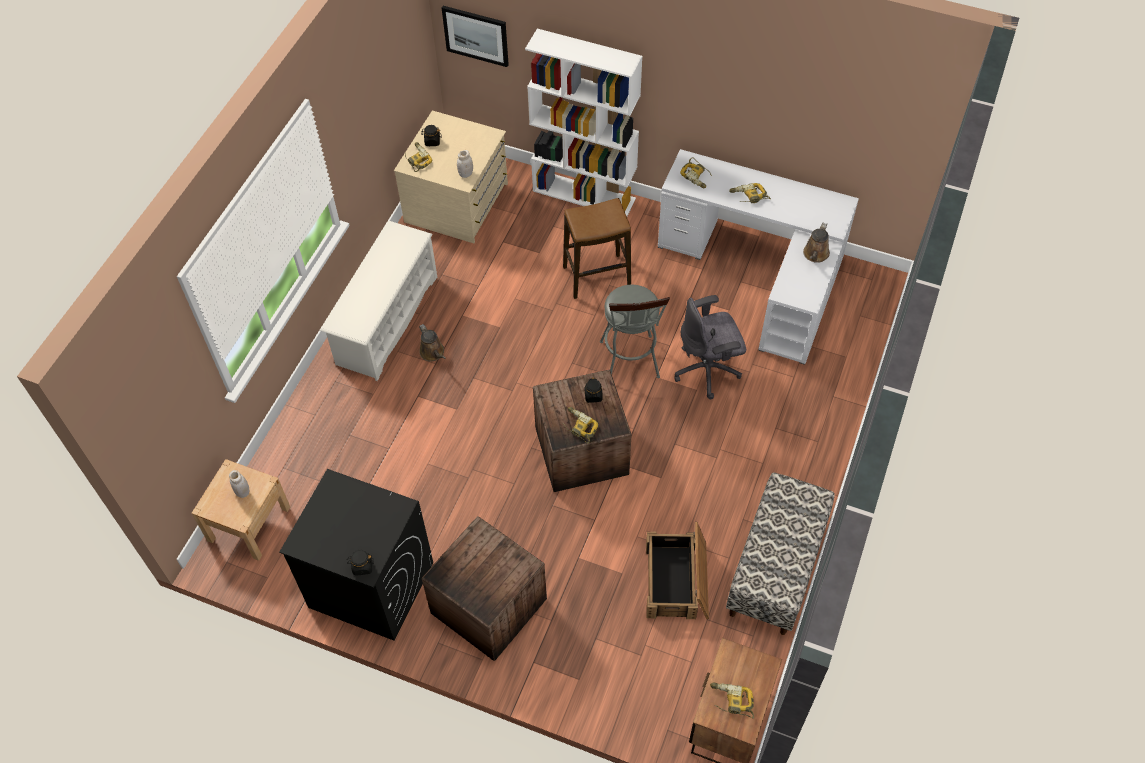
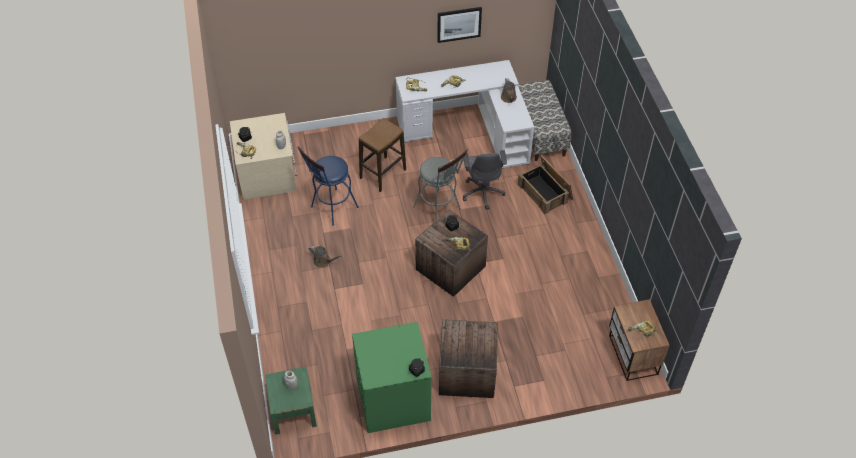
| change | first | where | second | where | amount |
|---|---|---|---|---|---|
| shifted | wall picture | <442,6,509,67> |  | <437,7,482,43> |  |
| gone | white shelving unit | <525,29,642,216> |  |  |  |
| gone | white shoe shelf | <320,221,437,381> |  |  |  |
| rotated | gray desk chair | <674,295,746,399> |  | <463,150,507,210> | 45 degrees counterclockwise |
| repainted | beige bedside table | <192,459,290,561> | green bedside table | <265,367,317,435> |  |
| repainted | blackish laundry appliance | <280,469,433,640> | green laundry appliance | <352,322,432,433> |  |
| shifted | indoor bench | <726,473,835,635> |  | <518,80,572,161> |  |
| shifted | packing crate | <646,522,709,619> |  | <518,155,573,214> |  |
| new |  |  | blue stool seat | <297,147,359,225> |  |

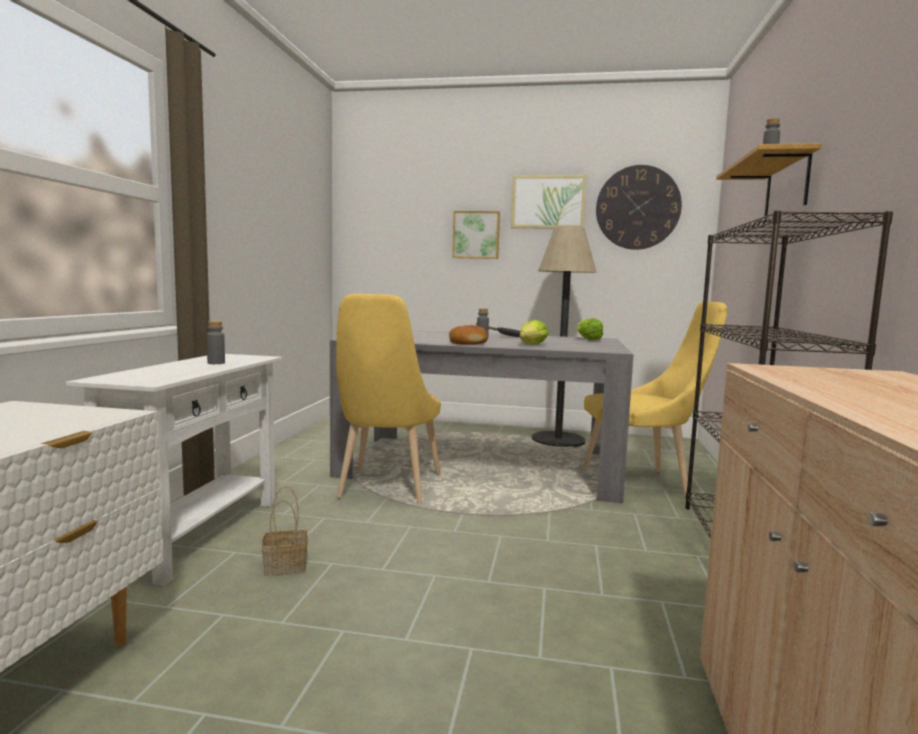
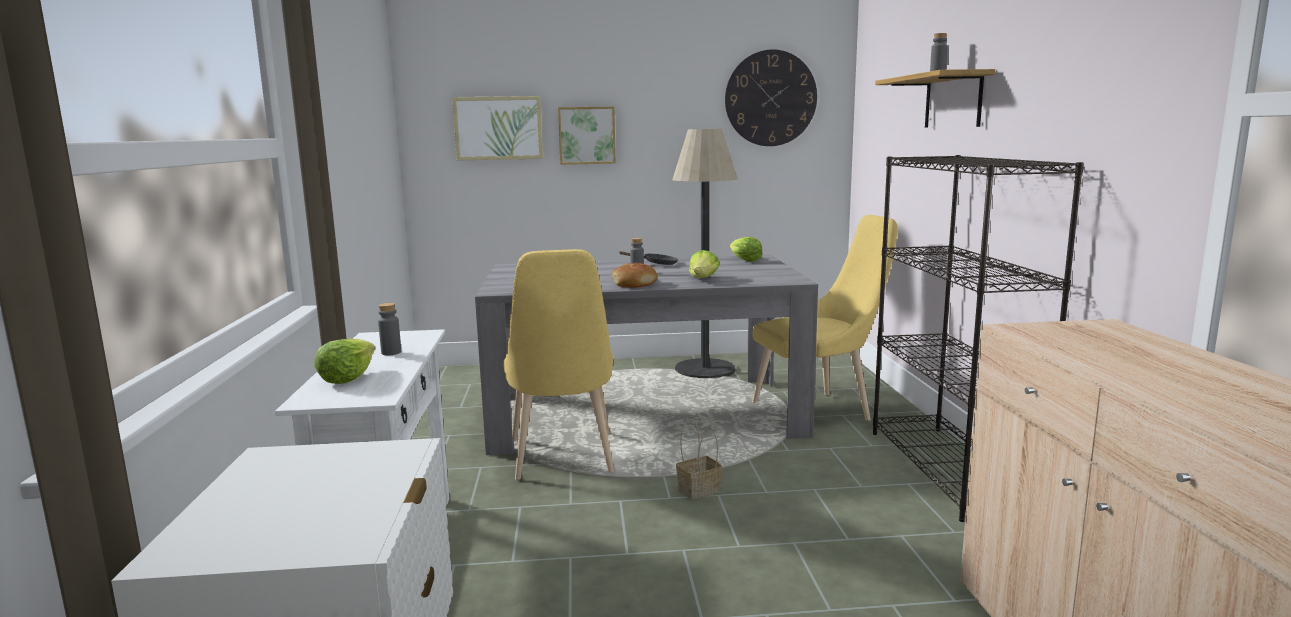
| change | first | where | second | where | amount |
|---|---|---|---|---|---|
| shifted | wall picture | <511,175,586,229> |  | <452,96,543,161> |  |
| shifted | basket | <262,486,308,576> |  | <676,419,722,500> |  |
| new |  |  | lettuce head | <314,339,375,384> |  |

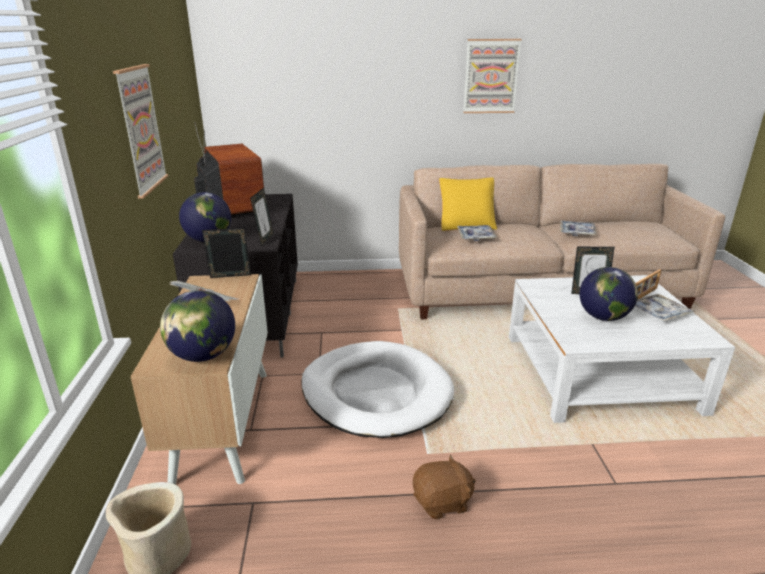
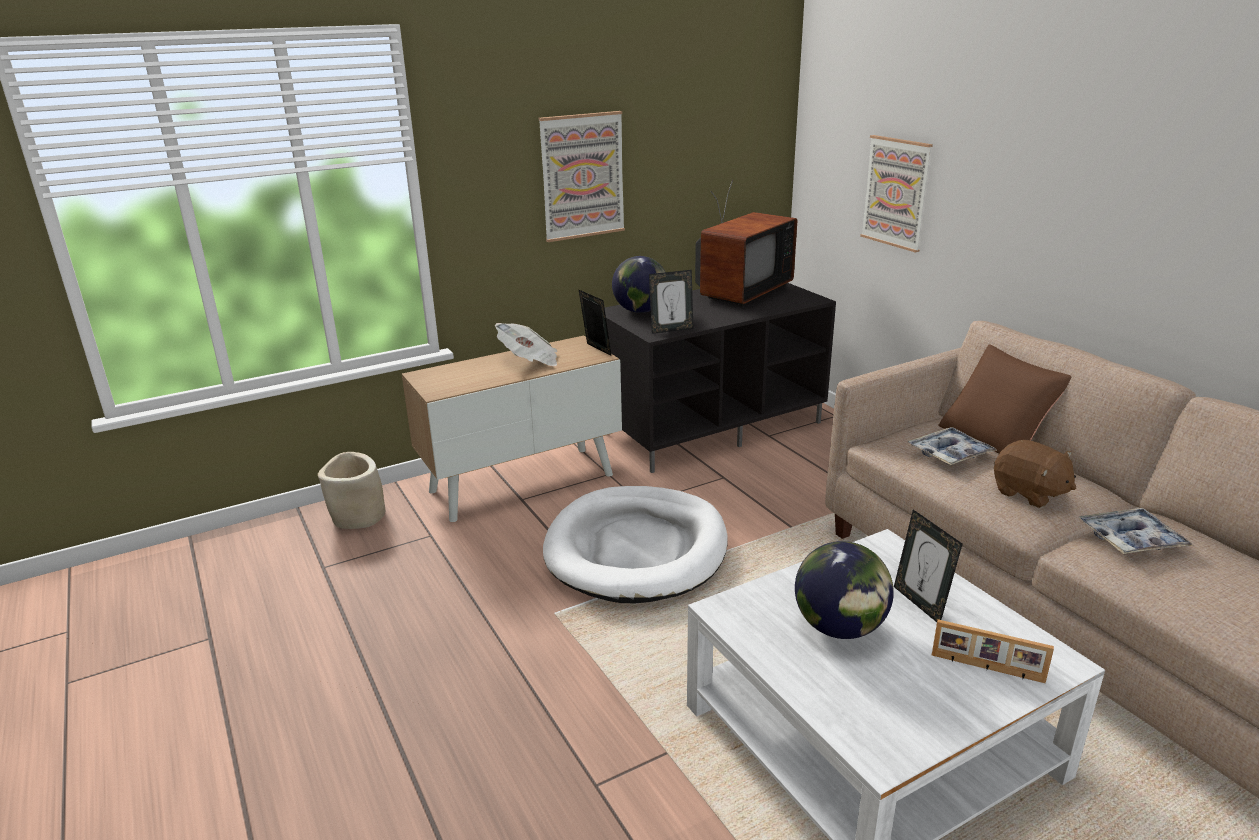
| change | first | where | second | where | amount |
|---|---|---|---|---|---|
| shifted | wall picture | <463,39,522,113> |  | <860,135,933,252> |  |
| repainted | yellowish pillow | <439,177,497,231> | brown pillow | <939,344,1071,454> |  |
| gone | world globe | <160,290,235,362> |  |  |  |
| gone | serving tray | <635,294,693,321> |  |  |  |
| shifted | brown plush toy | <413,454,476,520> |  | <994,440,1076,508> |  |

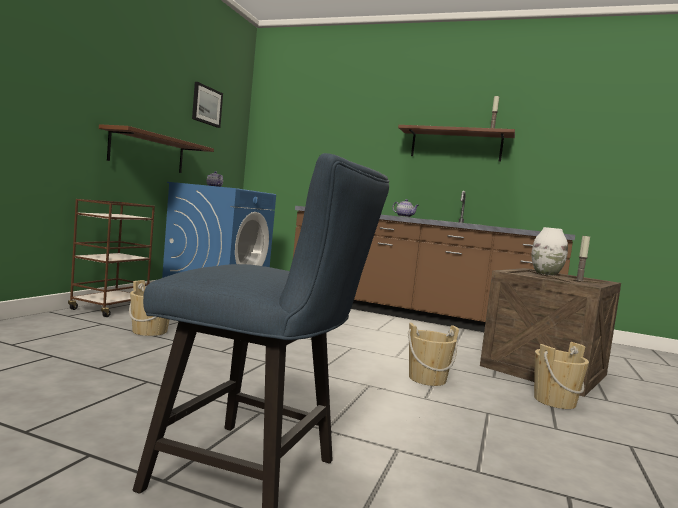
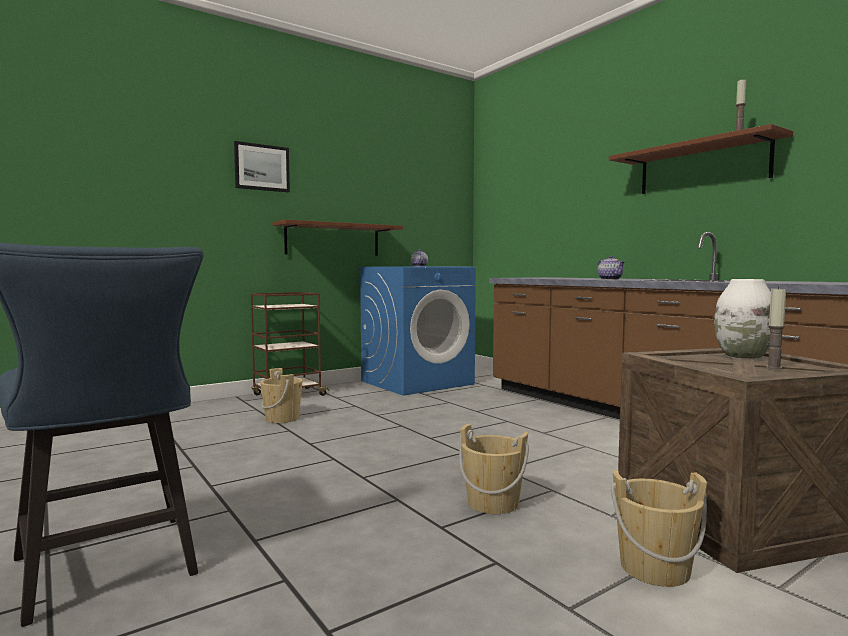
| change | first | where | second | where | amount |
|---|---|---|---|---|---|
| shifted | wall picture | <192,82,223,128> |  | <234,141,290,192> |  |

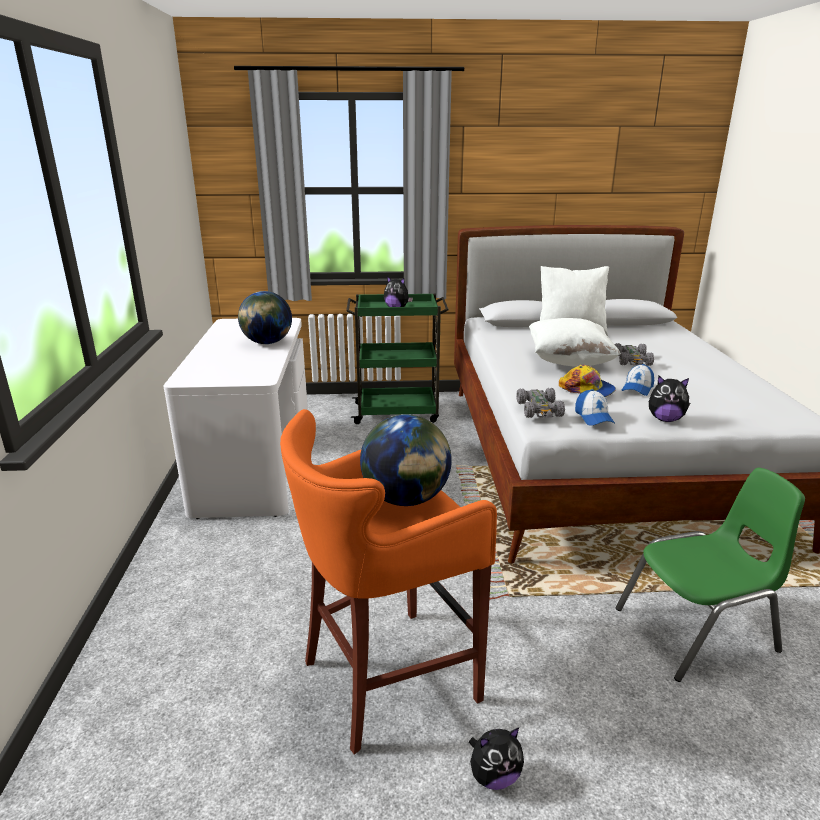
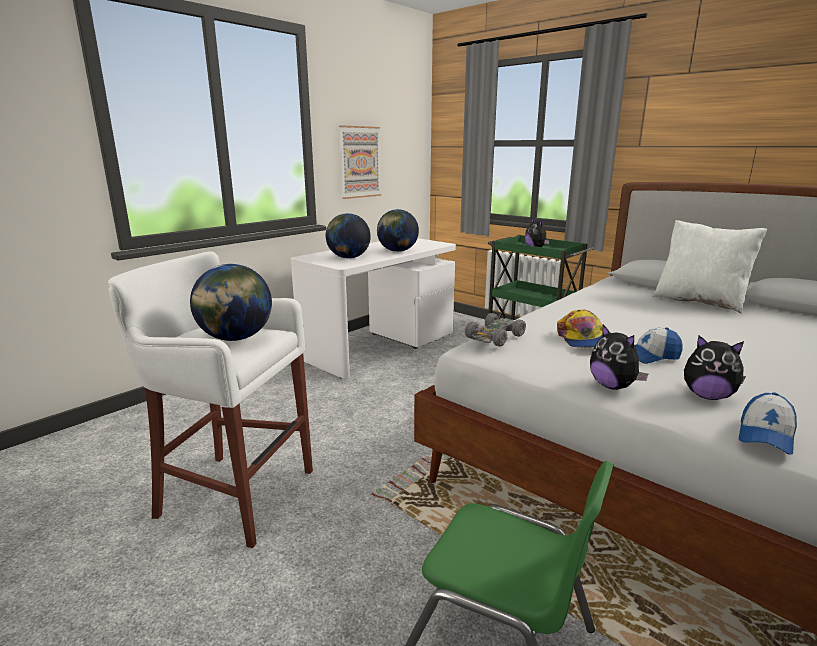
| change | first | where | second | where | amount |
|---|---|---|---|---|---|
| gone | white pillow | <529,318,621,366> |  |  |  |
| gone | gray toy car | <614,343,654,366> |  |  |  |
| shifted | baseball cap | <575,389,615,426> |  | <738,392,797,455> |  |
| repainted | orangey stool seat | <280,409,497,755> | white stool seat | <108,251,313,548> |  |
| shifted | plush toy | <469,727,524,790> |  | <684,335,746,400> |  |
| new |  |  | wall picture | <339,125,381,199> |  |
| new |  |  | world globe | <326,213,371,259> |  |

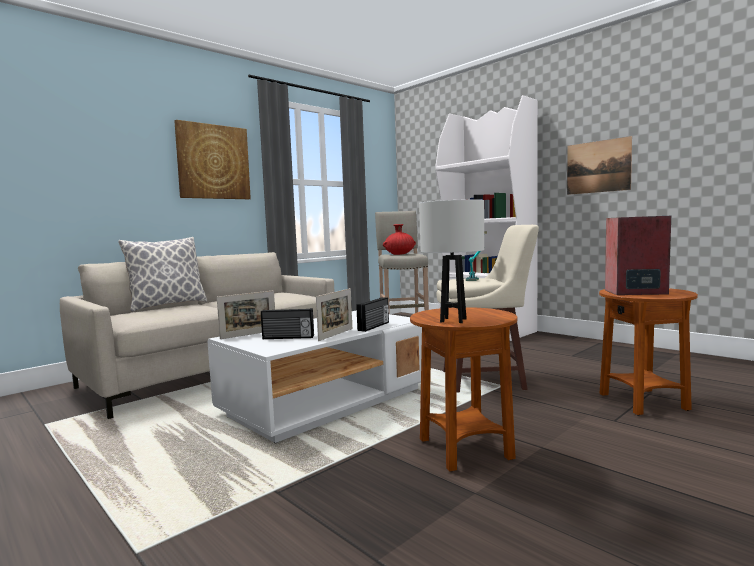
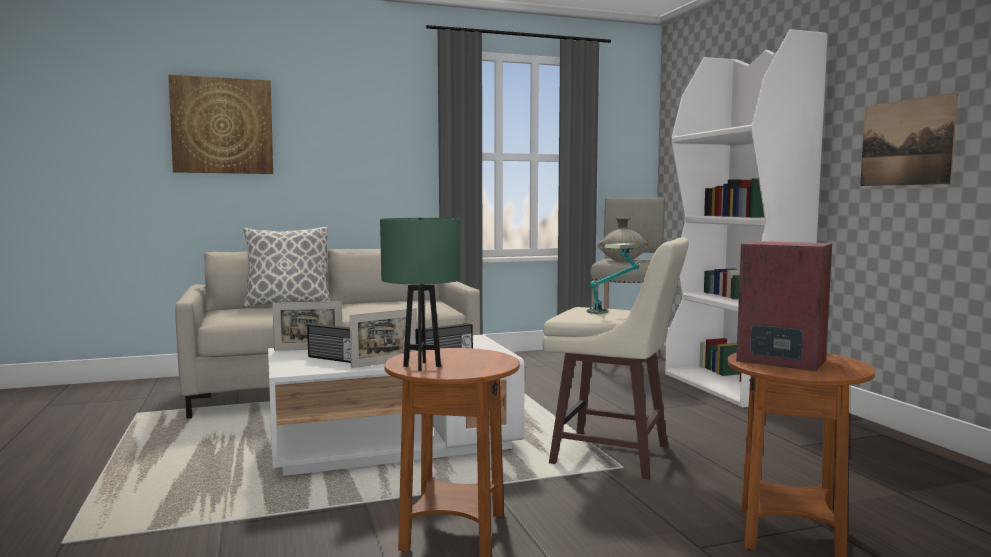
| change | first | where | second | where | amount |
|---|---|---|---|---|---|
| shifted | wall picture | <174,120,251,199> |  | <169,75,273,174> |  |
| repainted | white table lamp | <419,199,484,323> | green table lamp | <380,218,460,371> |  |
| repainted | red-coloured flower vase | <383,224,416,255> | beige flower vase | <598,217,649,261> |  |

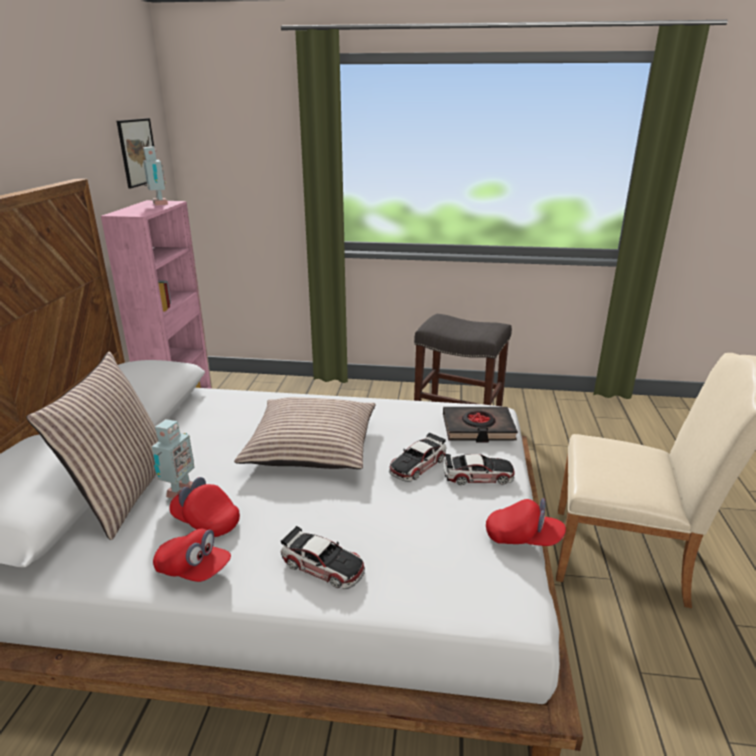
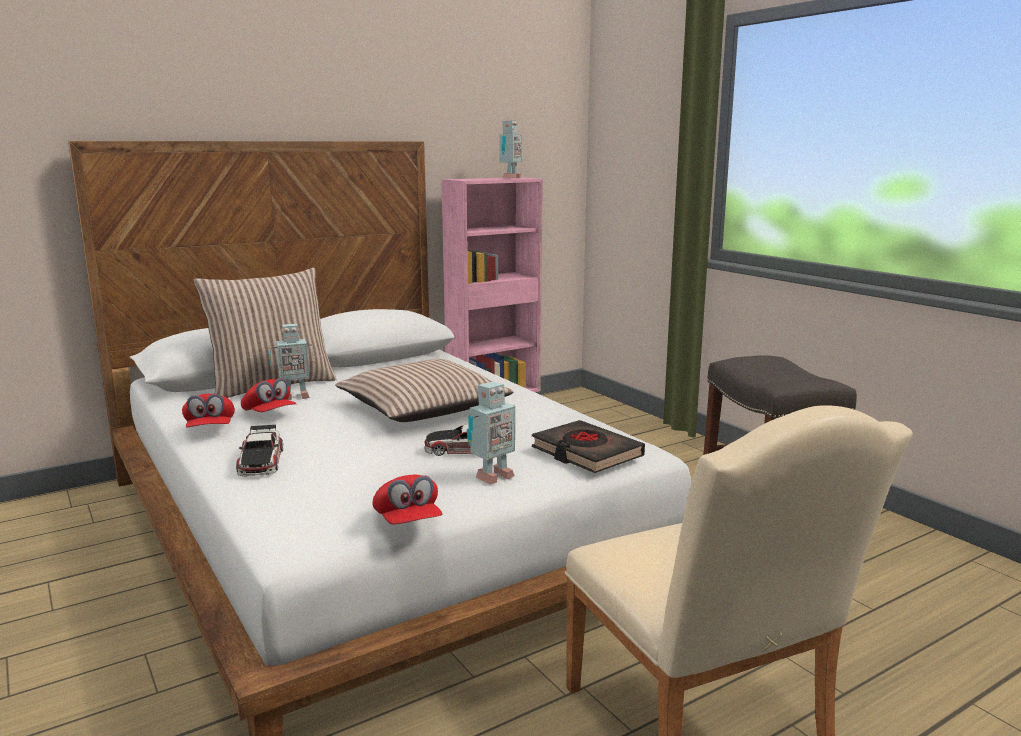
| change | first | where | second | where | amount |
|---|---|---|---|---|---|
| gone | wall picture | <117,118,154,188> |  |  |  |
| swapped | toy car | <443,454,515,485> | robot figure | <467,381,515,485> |  |
| rotated | red-coloured baseball cap | <169,477,240,537> |  | <241,378,297,412> | 150 degrees clockwise |

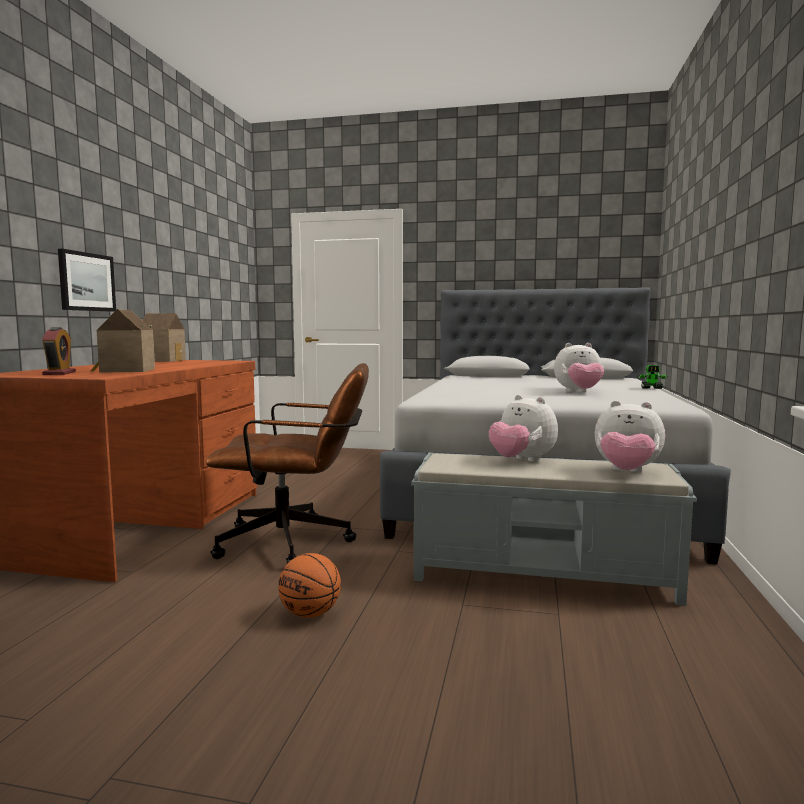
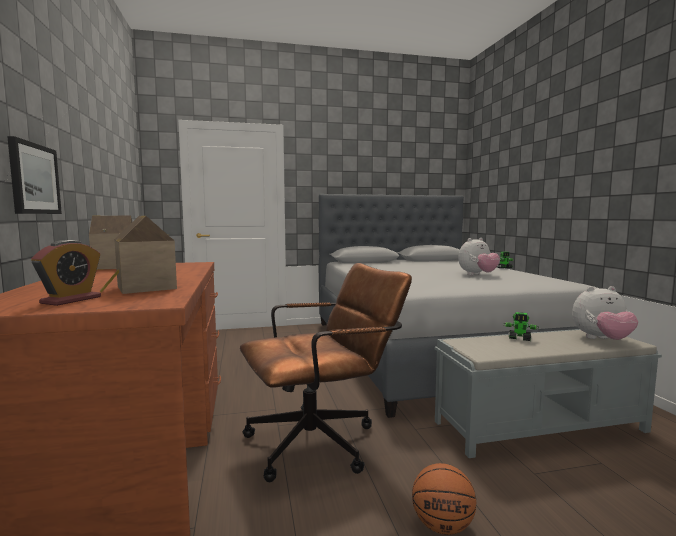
| change | first | where | second | where | amount |
|---|---|---|---|---|---|
| rotated | table clock | <42,327,76,375> |  | <31,240,101,306> | 60 degrees clockwise |
| swapped | plush toy | <489,395,558,462> | robot figure | <503,312,539,341> |  |

